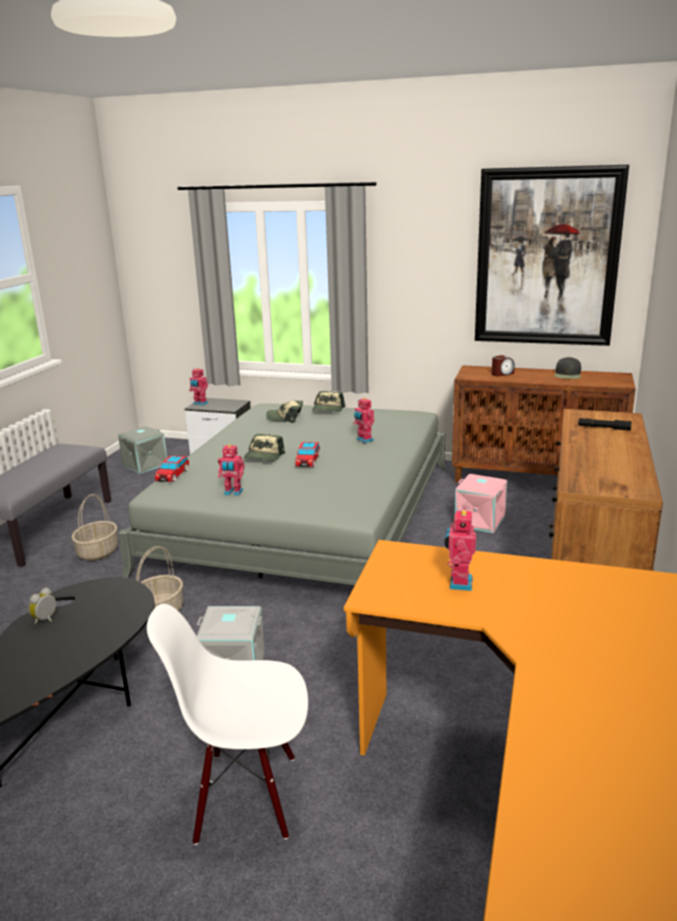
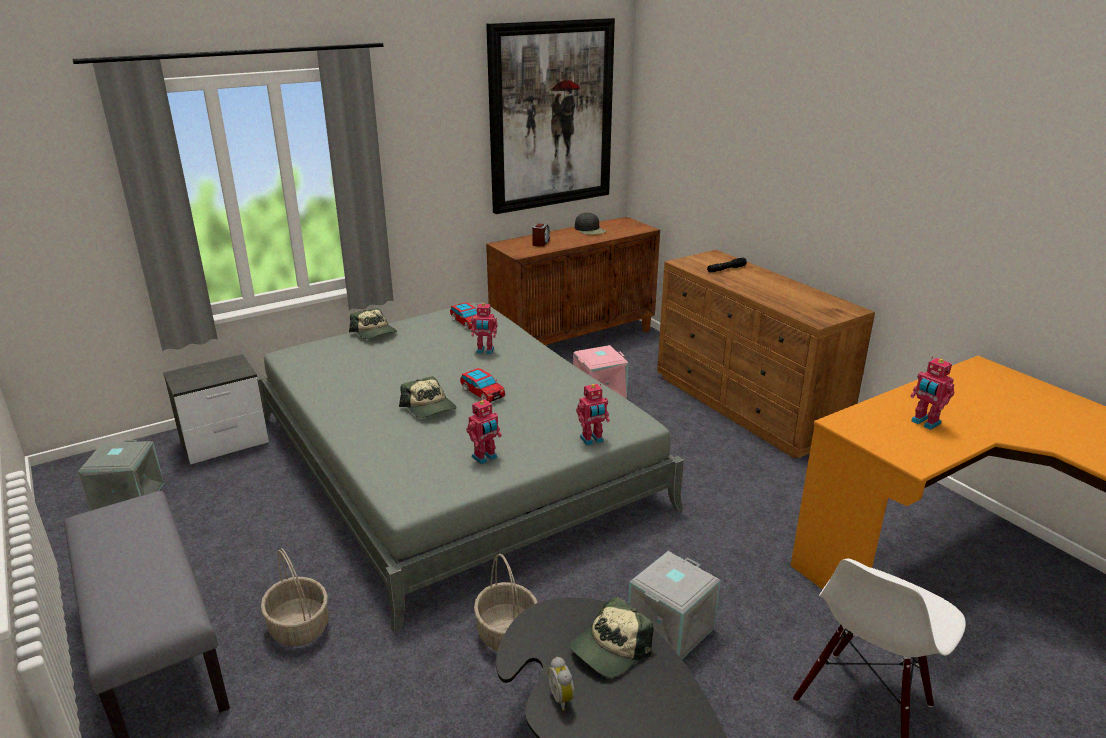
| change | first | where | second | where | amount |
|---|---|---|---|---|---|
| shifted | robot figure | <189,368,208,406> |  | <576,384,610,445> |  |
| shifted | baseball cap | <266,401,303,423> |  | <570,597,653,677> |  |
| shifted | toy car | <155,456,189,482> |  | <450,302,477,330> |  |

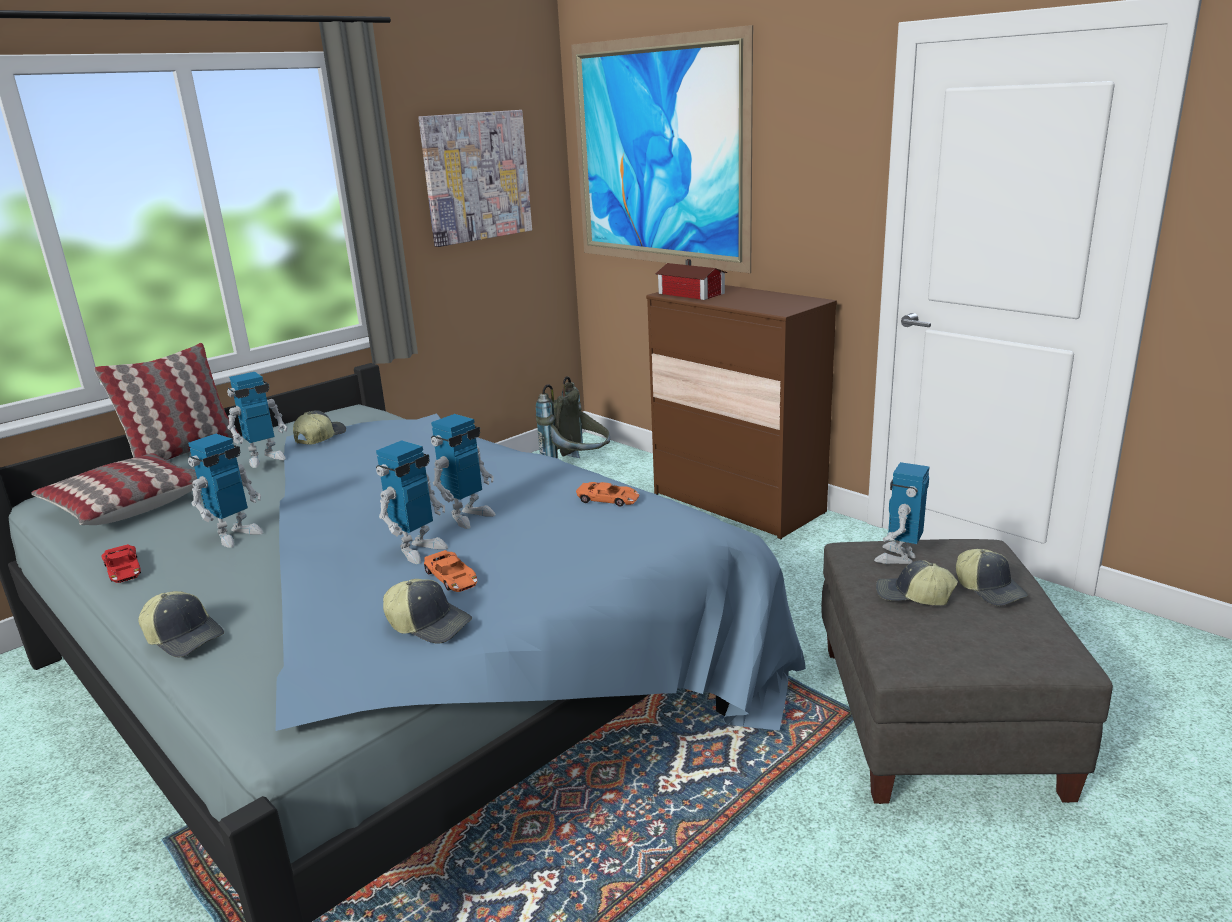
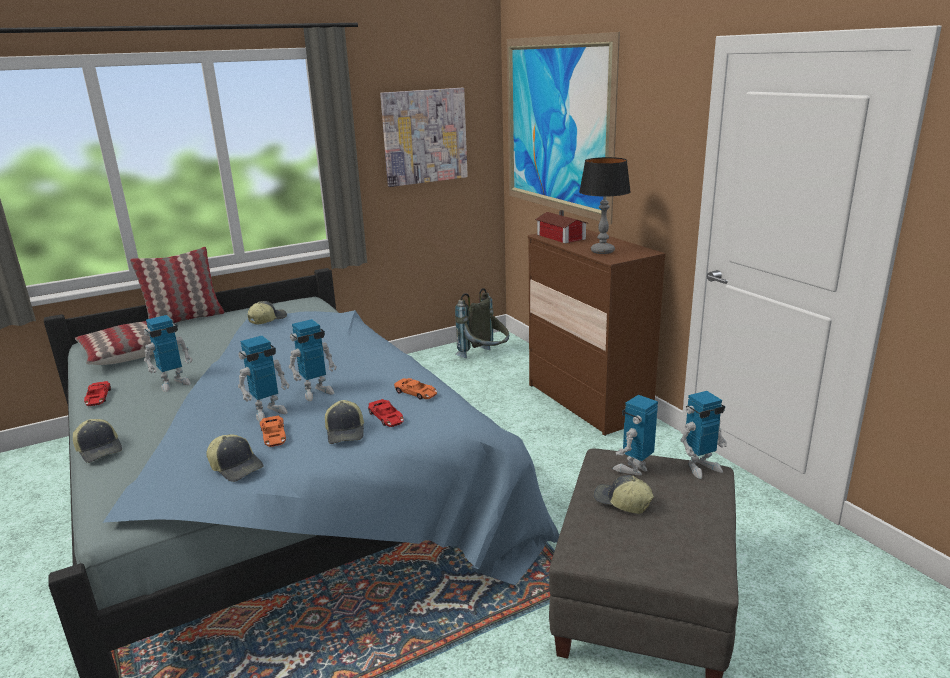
| change | first | where | second | where | amount |
|---|---|---|---|---|---|
| shifted | robot figure | <227,372,288,468> |  | <680,391,727,479> |  |
| shifted | baseball cap | <956,549,1028,606> |  | <325,400,364,444> |  |
| new |  |  | table lamp | <579,157,631,254> |  |
| new |  |  | red-coloured toy car | <368,399,404,427> |  |

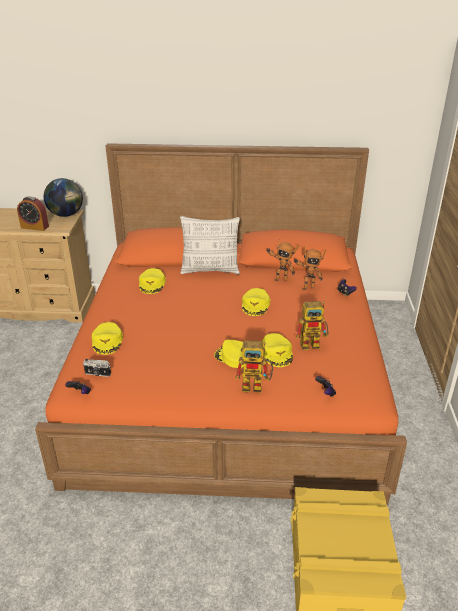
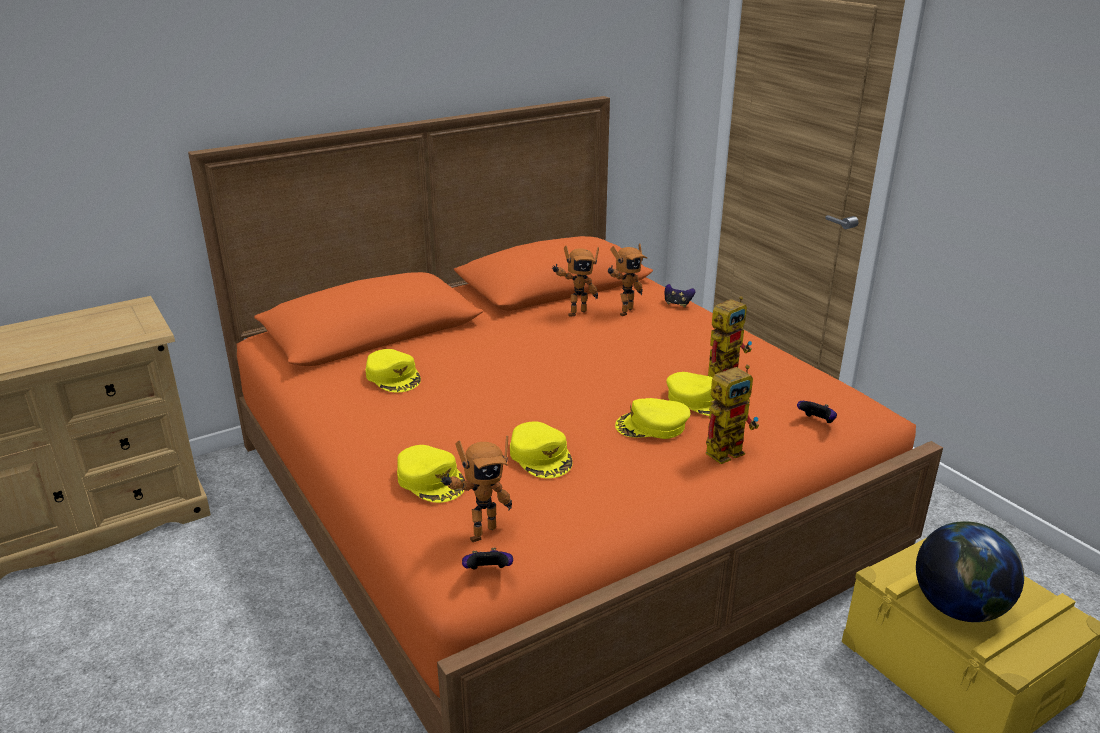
| change | first | where | second | where | amount |
|---|---|---|---|---|---|
| shifted | world globe | <44,178,83,217> |  | <916,521,1024,622> |  |
| gone | table clock | <17,196,49,231> |  |  |  |
| gone | pillow | <180,216,240,275> |  |  |  |
| shifted | yellowish baseball cap | <242,288,270,316> |  | <510,422,573,478> |  |
| swapped | still camera | <83,359,111,377> | robot figure | <441,436,512,542> |  |

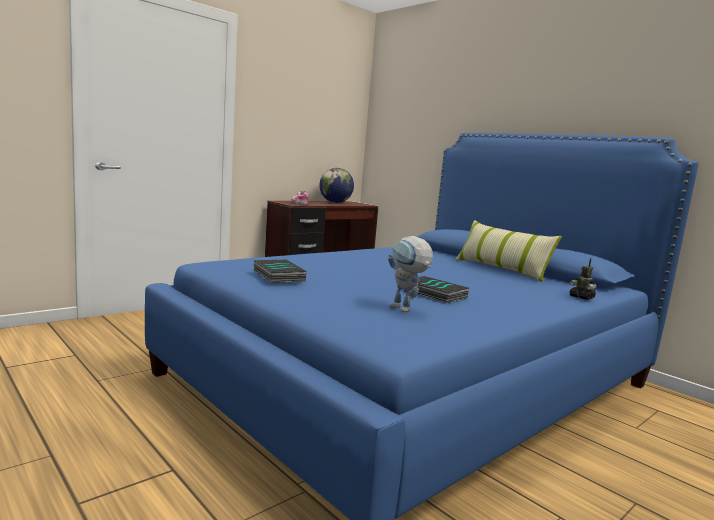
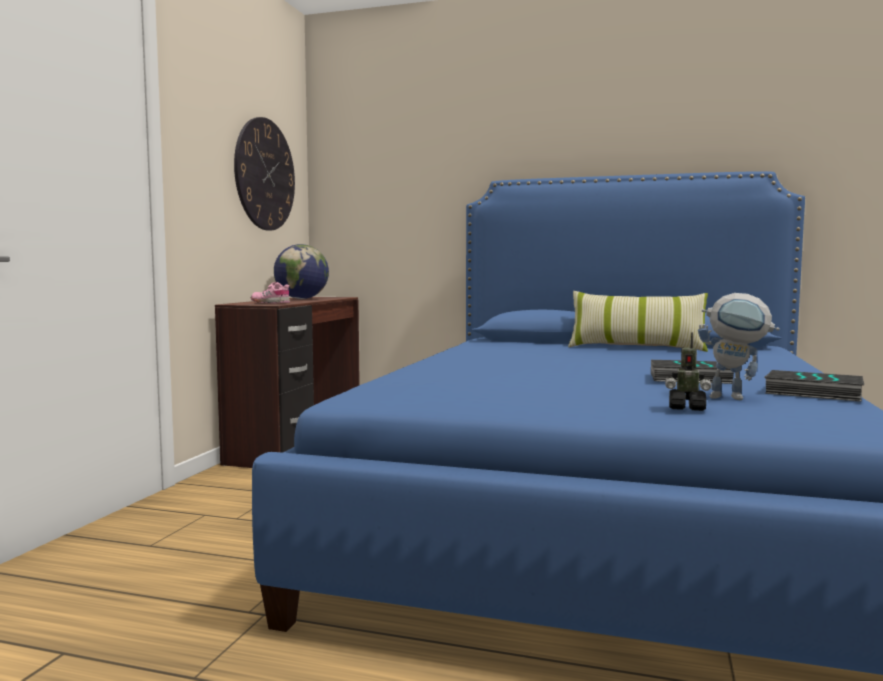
| change | first | where | second | where | amount |
|---|---|---|---|---|---|
| shifted | robot figure | <570,258,597,300> |  | <665,332,712,411> |  |
| shifted | volume | <254,260,307,283> |  | <764,370,864,402> |  |
| new |  |  | hanging clock | <234,117,295,231> |  |

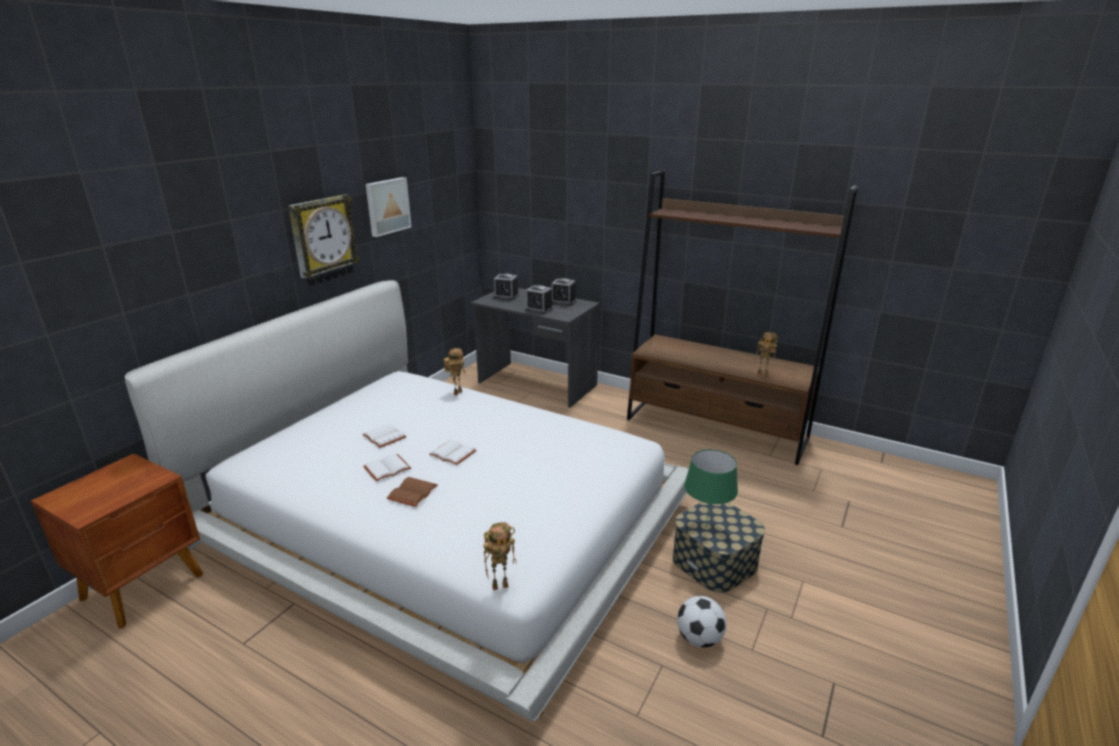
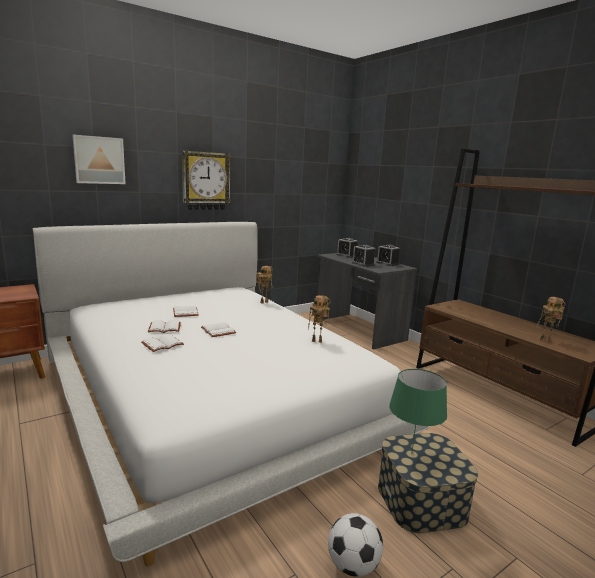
| change | first | where | second | where | amount |
|---|---|---|---|---|---|
| shifted | wall picture | <366,177,411,237> |  | <72,135,126,184> |  |
| repainted | brown volume | <387,477,438,507> | white volume | <141,334,184,352> |  |
| shifted | robot figure | <483,522,516,590> |  | <308,295,331,343> |  |

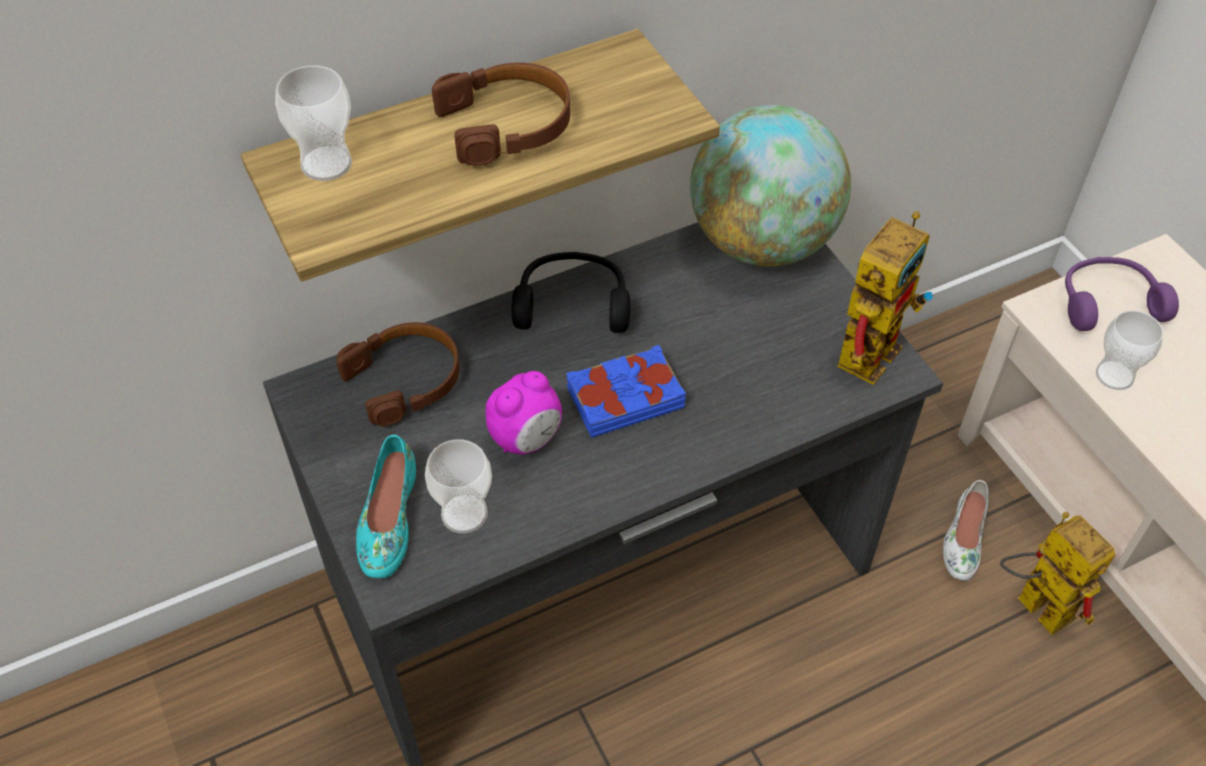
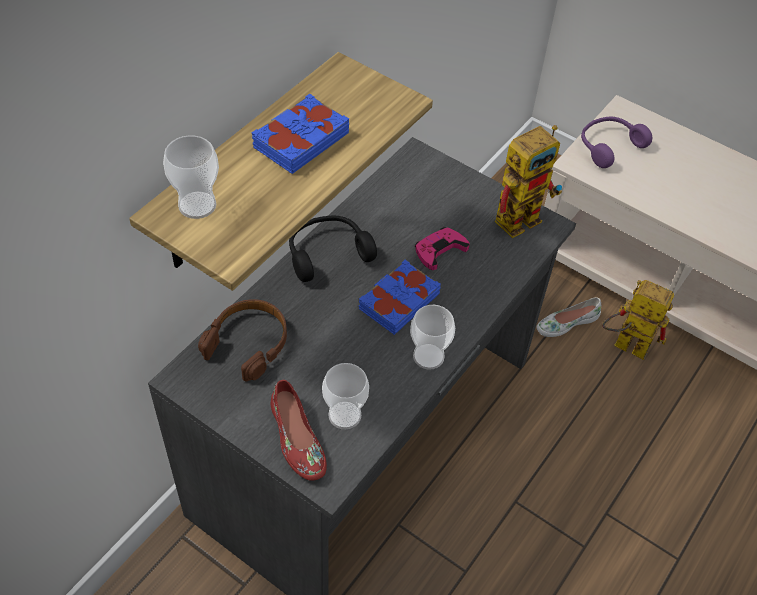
| change | first | where | second | where | amount |
|---|---|---|---|---|---|
| swapped | brown headphones | <432,63,570,166> | blue volume | <252,94,349,174> |  |
| gone | world globe | <690,105,851,266> |  |  |  |
| rotated | robot figure | <837,211,933,385> |  | <495,125,562,238> | 45 degrees clockwise |
| shifted | drinking cup | <1096,310,1163,390> |  | <410,305,455,369> |  |
| gone | table clock | <486,371,562,455> |  |  |  |
| repainted | turquoise-coloured low shoe | <356,435,416,578> | red-coloured low shoe | <271,380,327,481> |  |
| rotated | white low shoe | <943,480,989,581> |  | <536,297,601,337> | 75 degrees clockwise |
| new |  |  | pinkish gamepad | <415,227,470,270> |  |

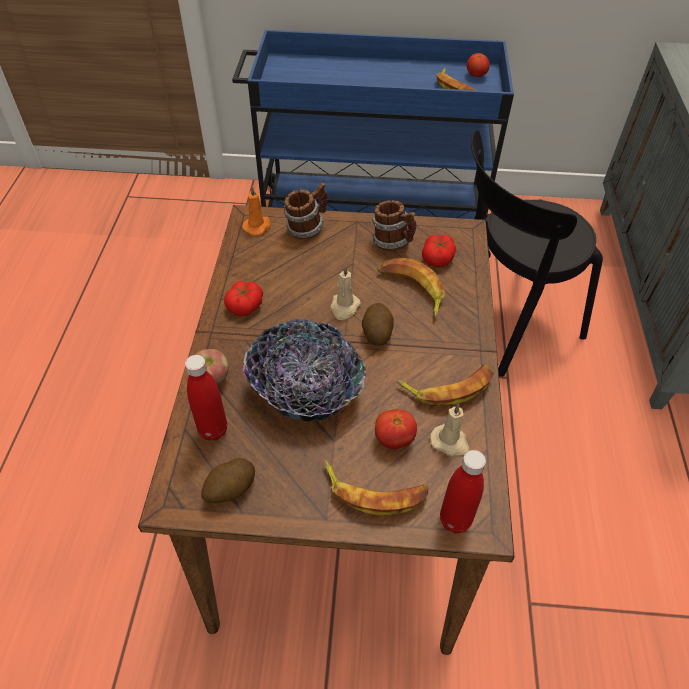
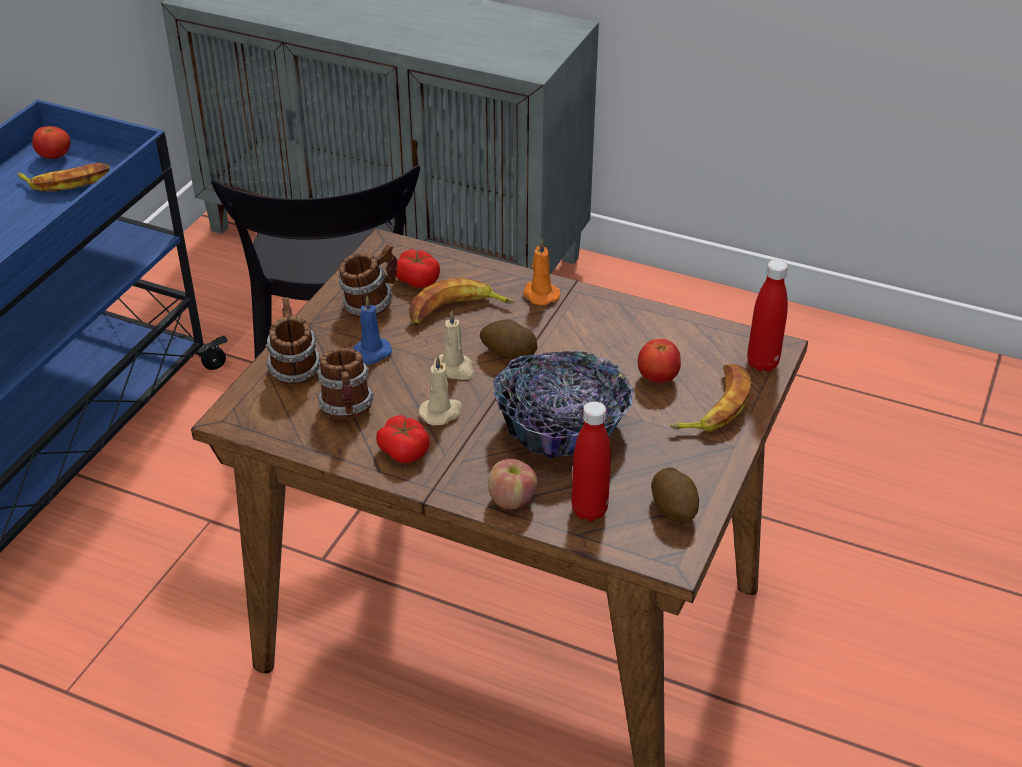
| change | first | where | second | where | amount |
|---|---|---|---|---|---|
| shifted | orangey wax light | <242,185,271,236> |  | <523,239,560,305> |  |
| gone | banana fruit | <397,364,494,406> |  |  |  |
| shifted | beige wax light | <430,403,470,456> |  | <419,355,463,425> |  |
| new |  |  | blue wax light | <353,296,392,365> |  |
| new |  |  | mug | <317,348,374,419> |  |

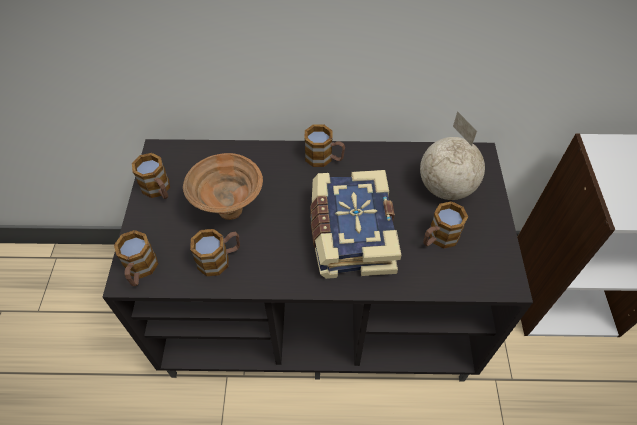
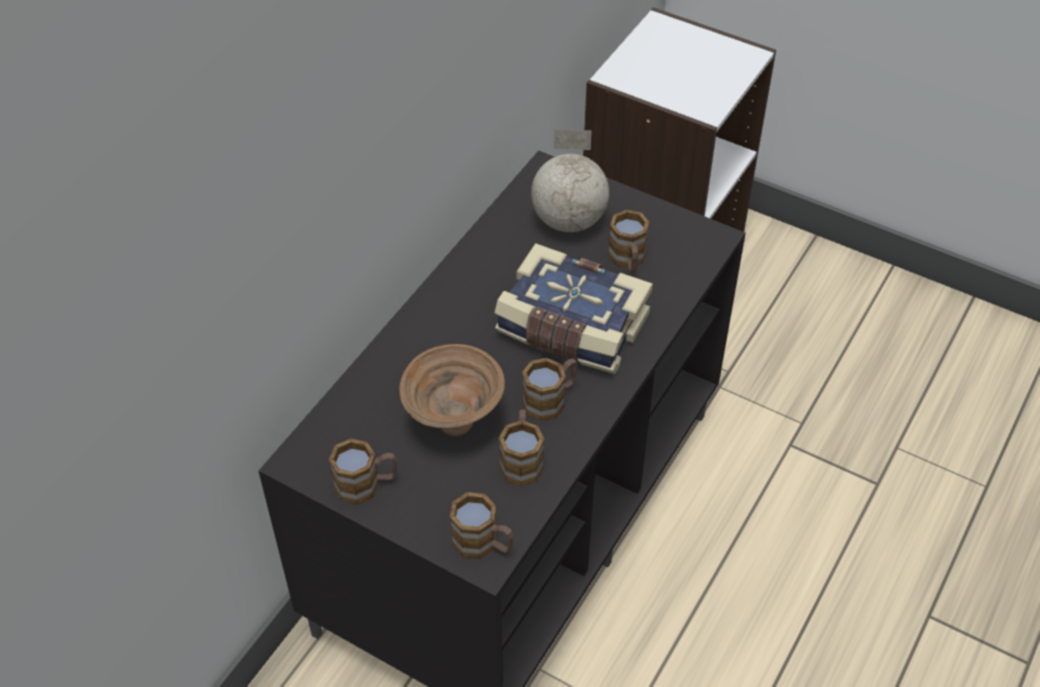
| change | first | where | second | where | amount |
|---|---|---|---|---|---|
| shifted | mug | <305,125,345,167> |  | <522,358,577,421> |  |

